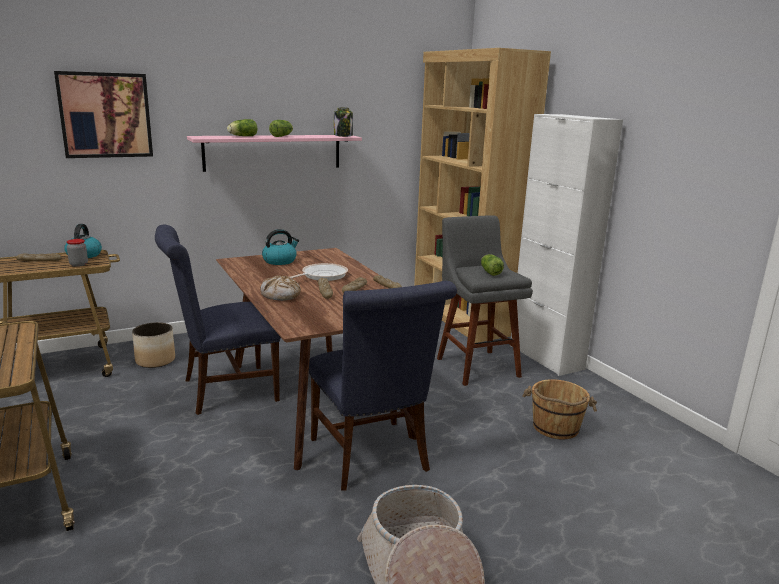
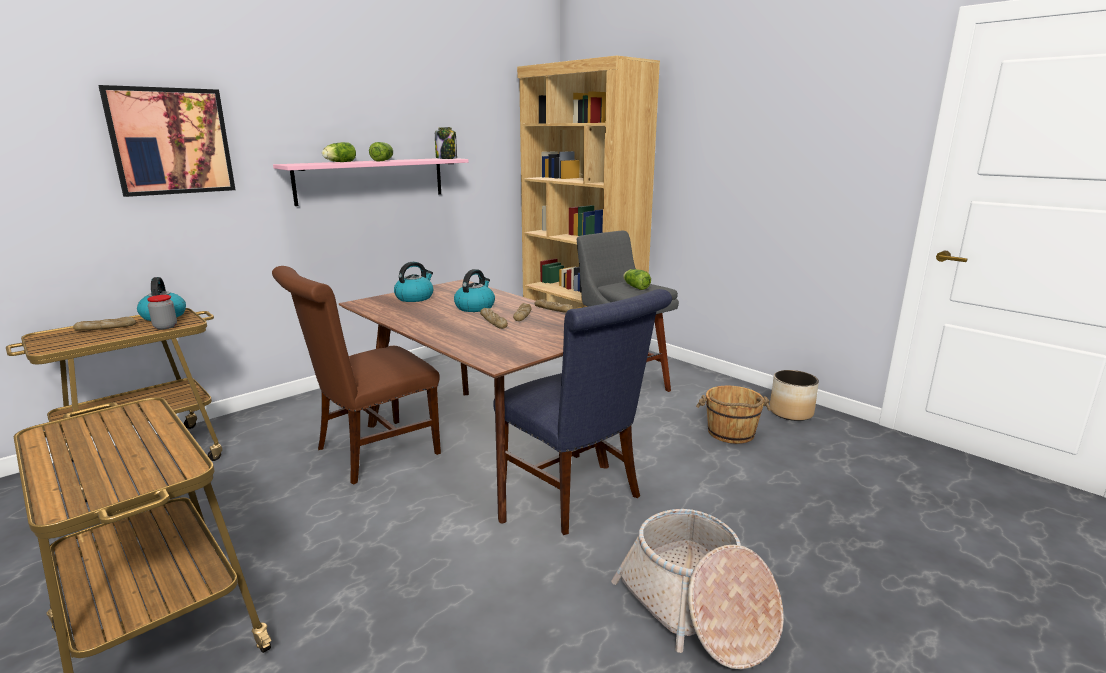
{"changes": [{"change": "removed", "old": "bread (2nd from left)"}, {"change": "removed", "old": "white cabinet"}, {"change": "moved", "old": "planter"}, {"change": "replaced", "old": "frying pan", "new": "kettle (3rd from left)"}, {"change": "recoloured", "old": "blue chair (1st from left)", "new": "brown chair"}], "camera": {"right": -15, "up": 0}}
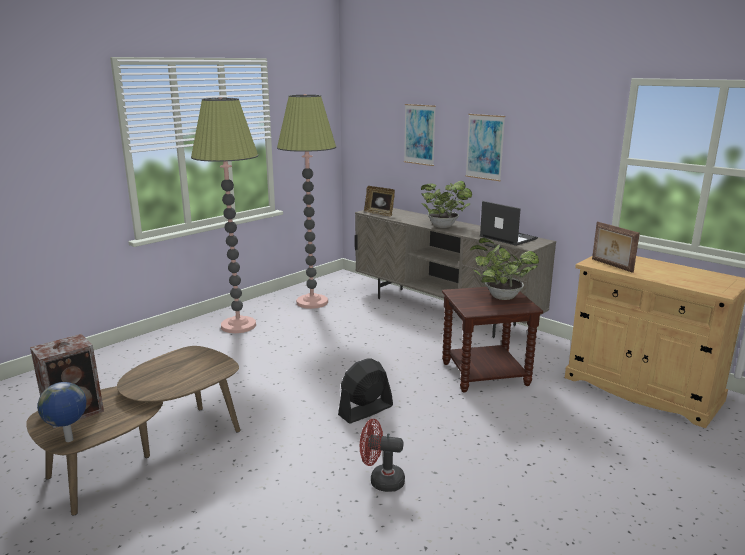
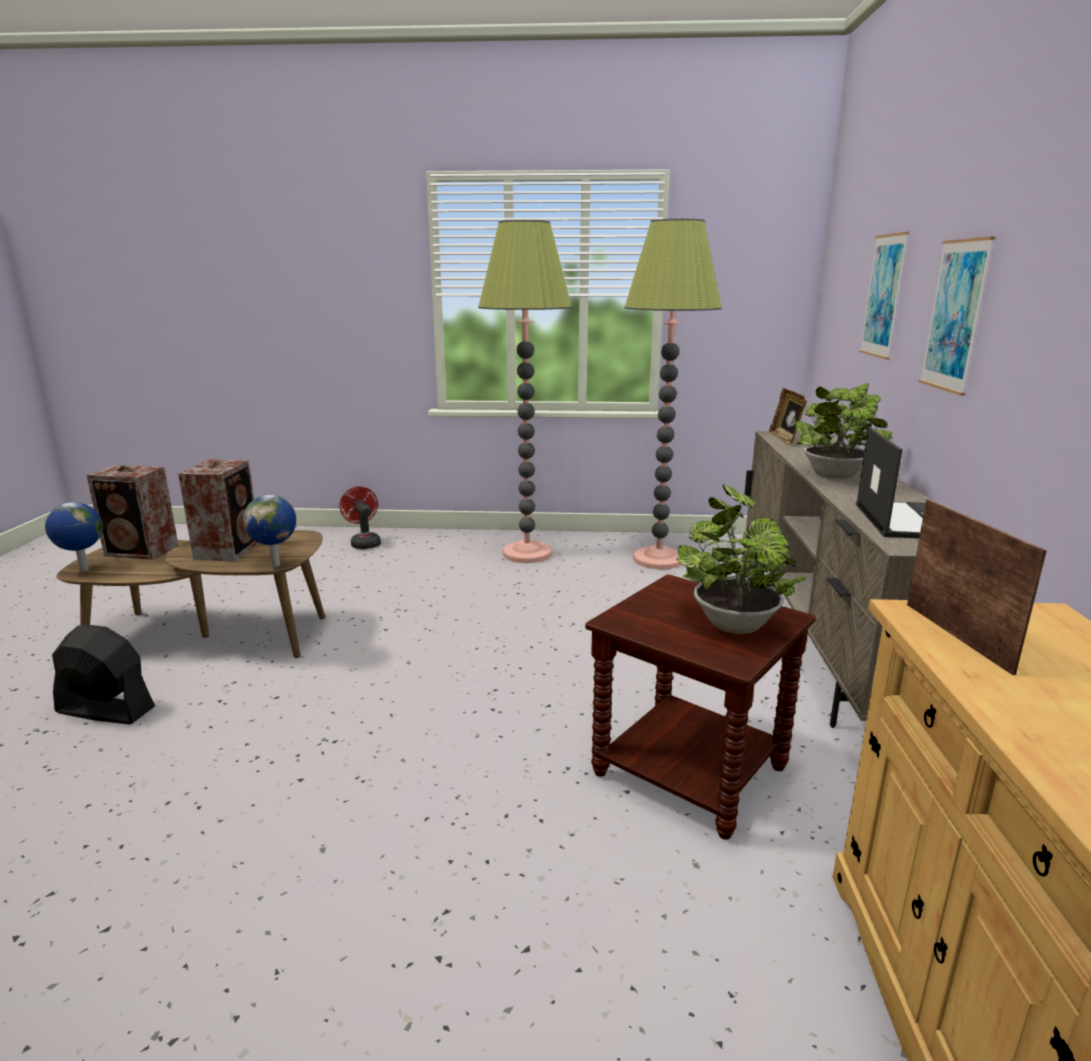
{"changes": [{"change": "added", "new": "speaker (2nd from left)"}, {"change": "added", "new": "globe (2nd from left)"}, {"change": "moved", "old": "black fan"}, {"change": "moved", "old": "red fan"}, {"change": "turned", "old": "picture frame (2nd from left)", "degrees": 150}], "camera": {"right": 50, "up": 0}}
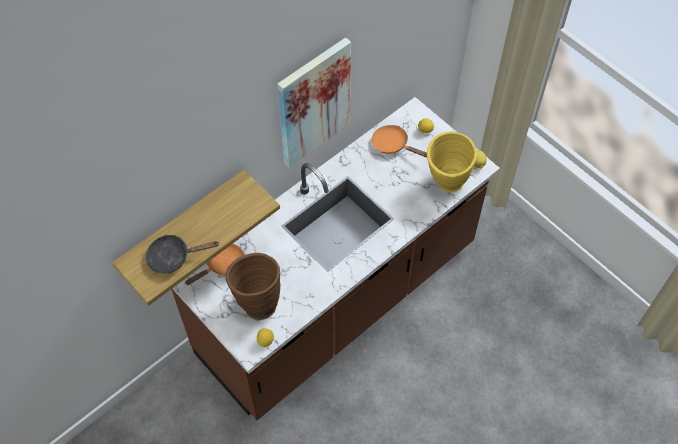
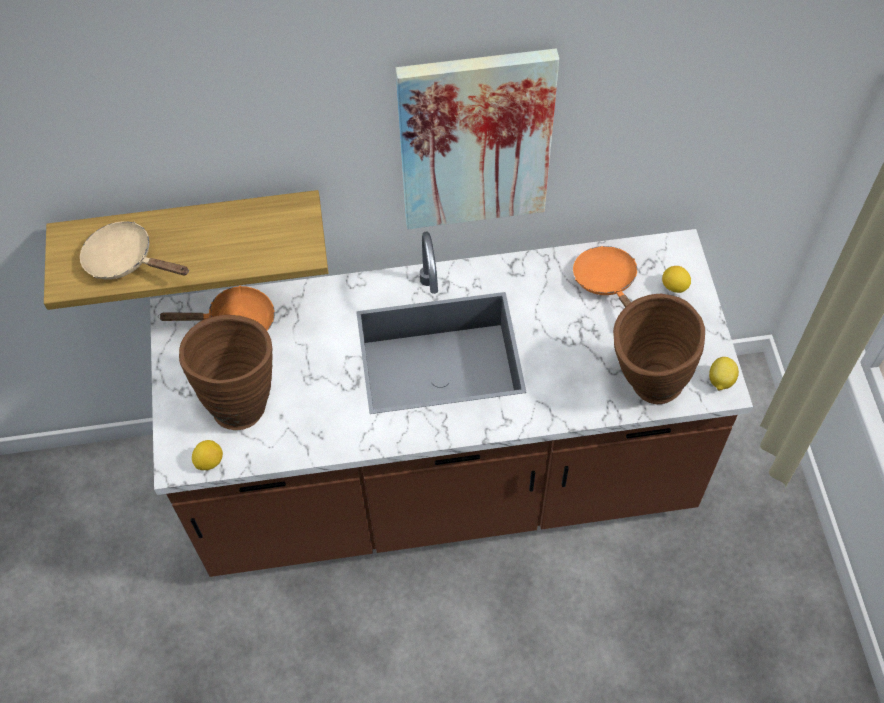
{"changes": [{"change": "recoloured", "old": "black frying pan", "new": "beige frying pan"}, {"change": "recoloured", "old": "yellow vase", "new": "brown vase (2nd from left)"}], "camera": {"right": 35, "up": 0}}
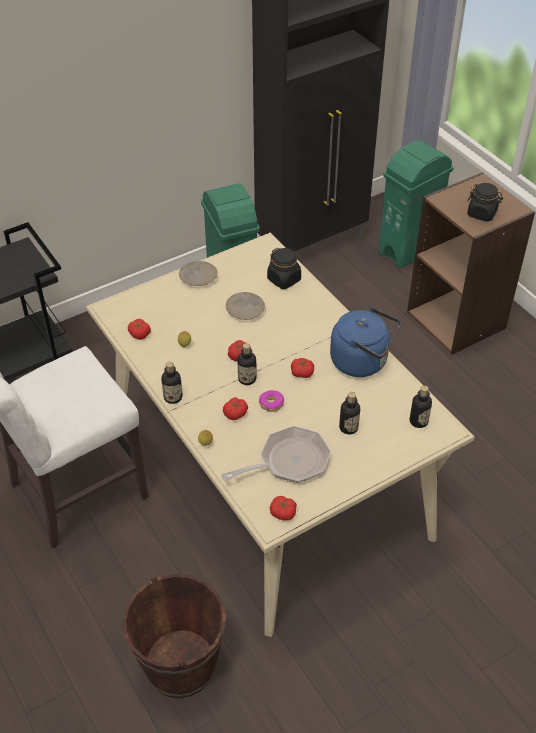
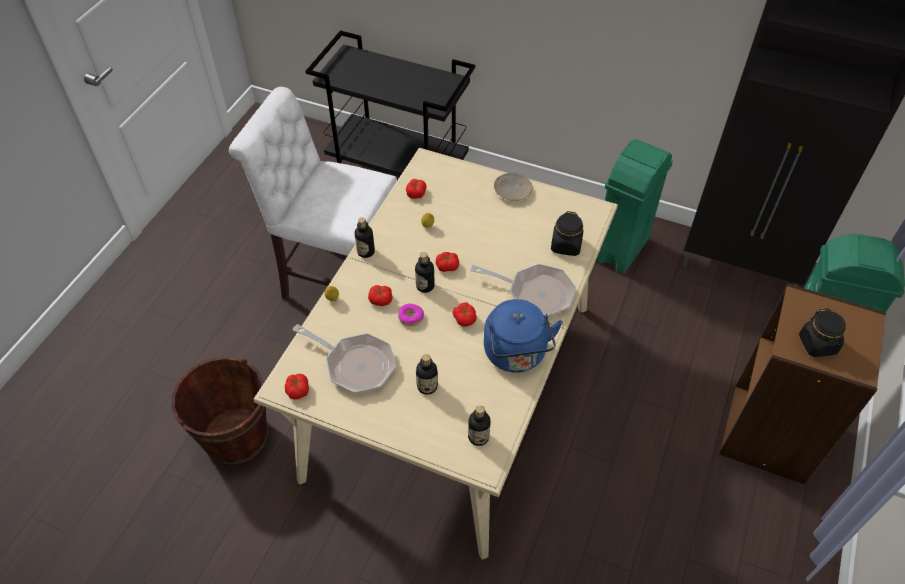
{"changes": [{"change": "removed", "old": "beige plate (2nd from left)"}, {"change": "added", "new": "frying pan (2nd from left)"}], "camera": {"right": 55, "up": 5}}
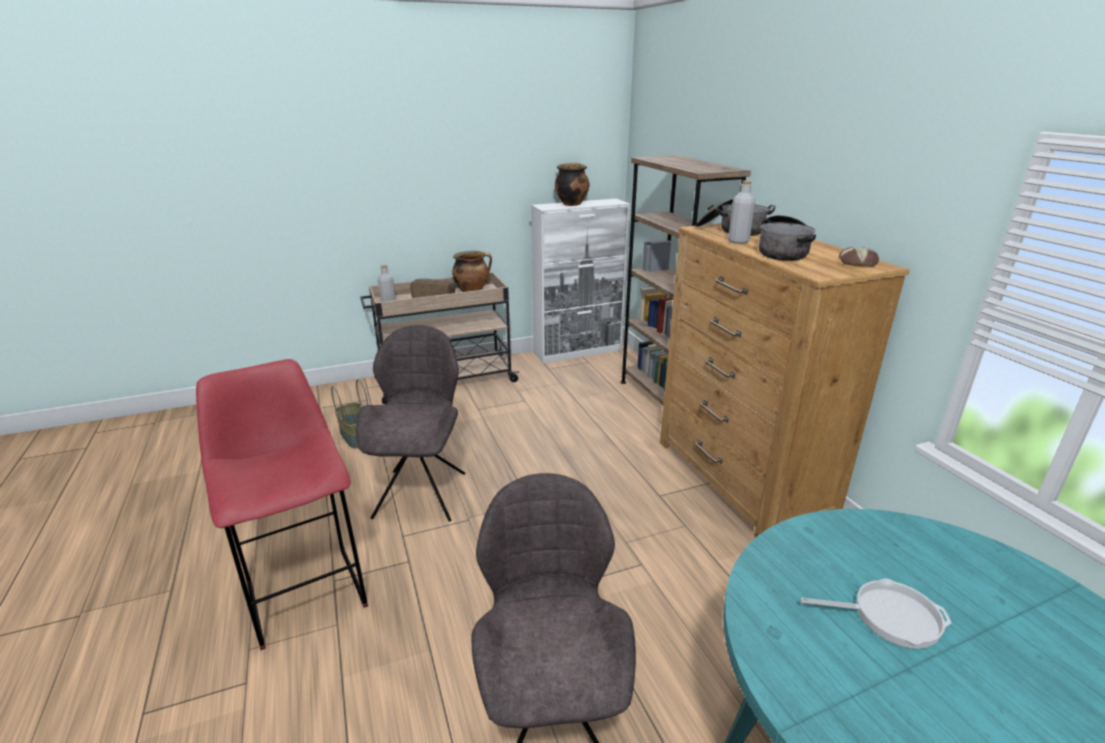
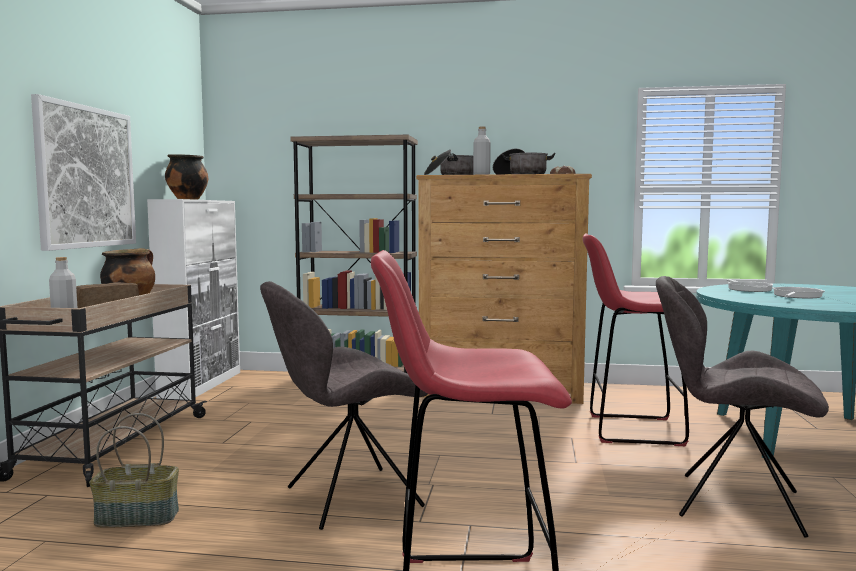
{"changes": [{"change": "added", "new": "picture"}, {"change": "added", "new": "red stool (2nd from left)"}, {"change": "added", "new": "frying pan (1st from left)"}, {"change": "turned", "old": "grey chair (1st from left)", "degrees": -60}], "camera": {"right": -60, "up": -20}}
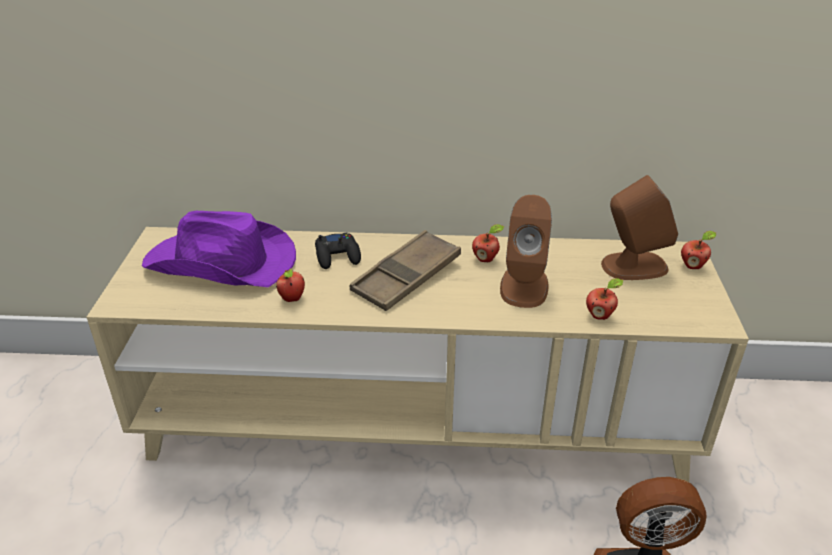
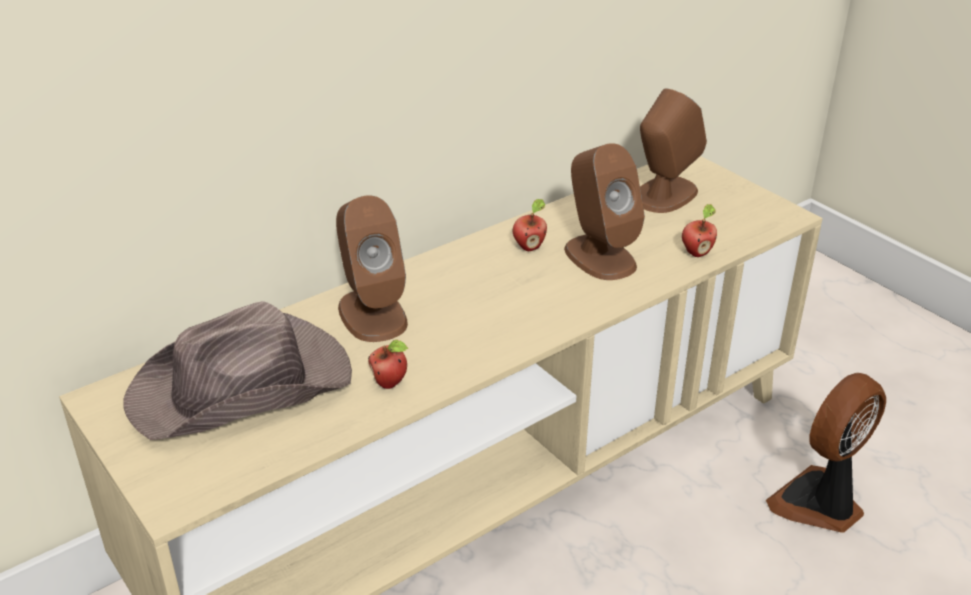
{"changes": [{"change": "removed", "old": "brown tray"}, {"change": "removed", "old": "apple (4th from left)"}, {"change": "replaced", "old": "black game controller", "new": "brown speaker (1st from left)"}, {"change": "recoloured", "old": "purple hat", "new": "brown hat"}], "camera": {"right": -40, "up": 0}}
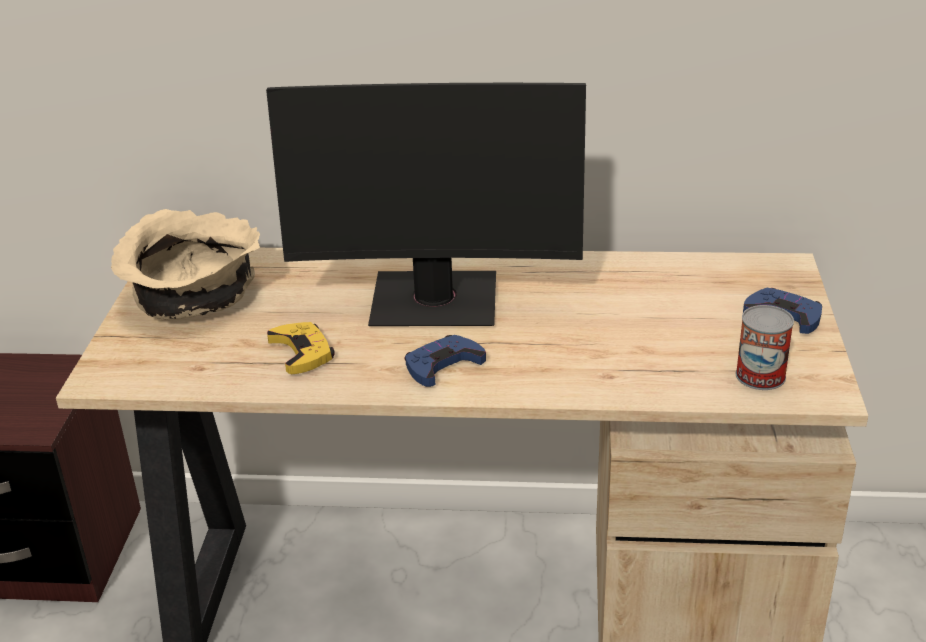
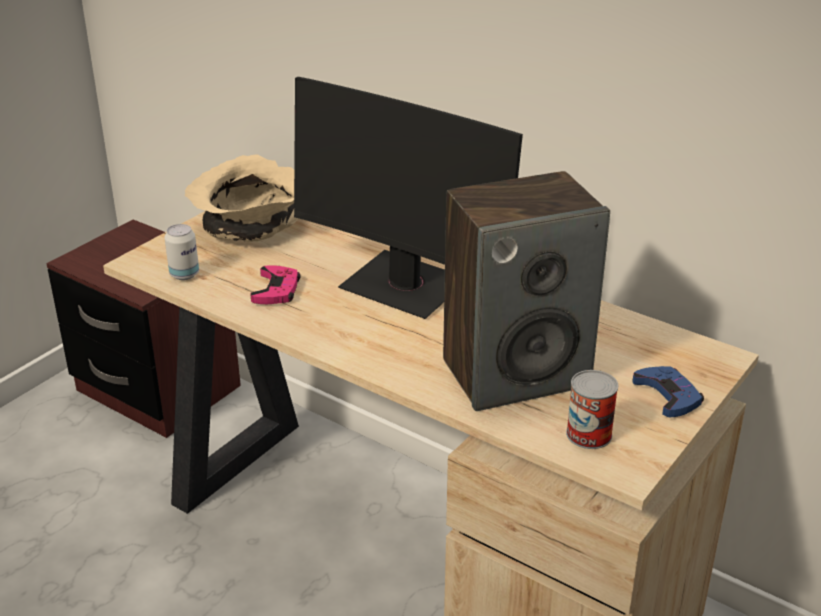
{"changes": [{"change": "removed", "old": "blue game controller (1st from left)"}, {"change": "added", "new": "can (1st from left)"}, {"change": "added", "new": "speaker"}, {"change": "recoloured", "old": "yellow game controller", "new": "pink game controller"}], "camera": {"right": 30, "up": 0}}
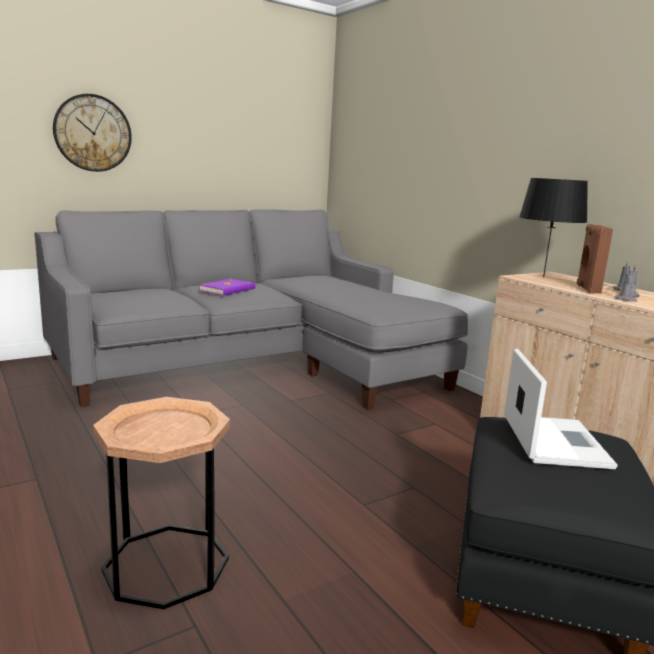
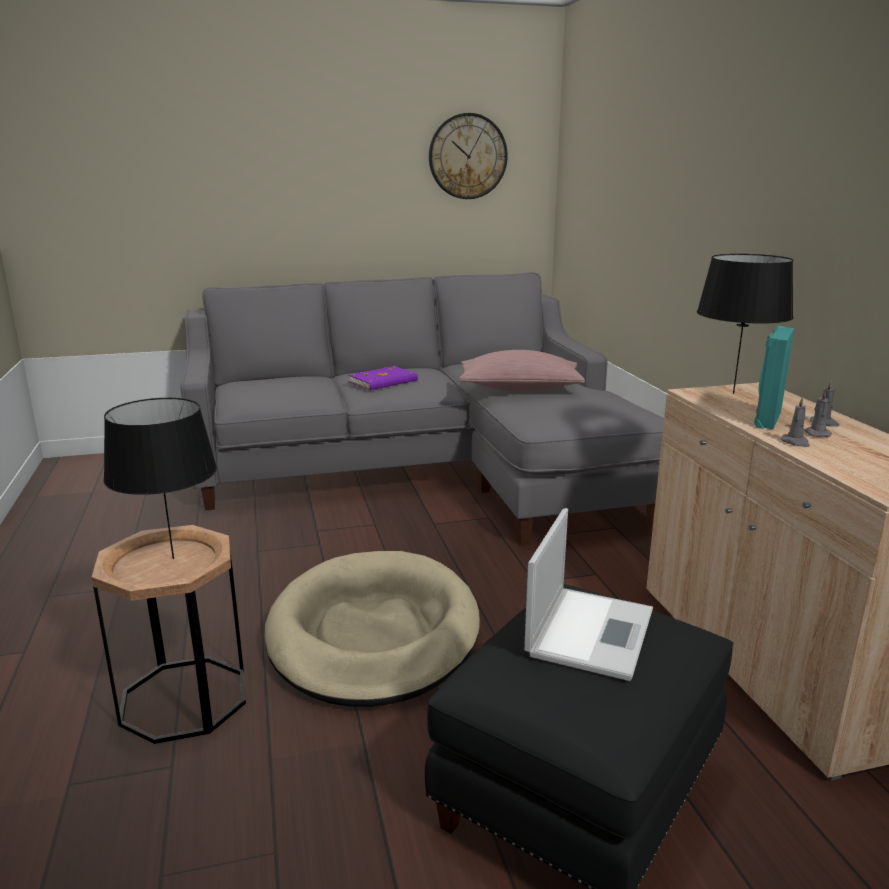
{"changes": [{"change": "added", "new": "black table lamp (1st from left)"}, {"change": "added", "new": "beige dog bed"}, {"change": "added", "new": "pink pillow"}, {"change": "moved", "old": "wall clock"}, {"change": "recoloured", "old": "brown speaker", "new": "turquoise speaker"}], "camera": {"right": 20, "up": 5}}
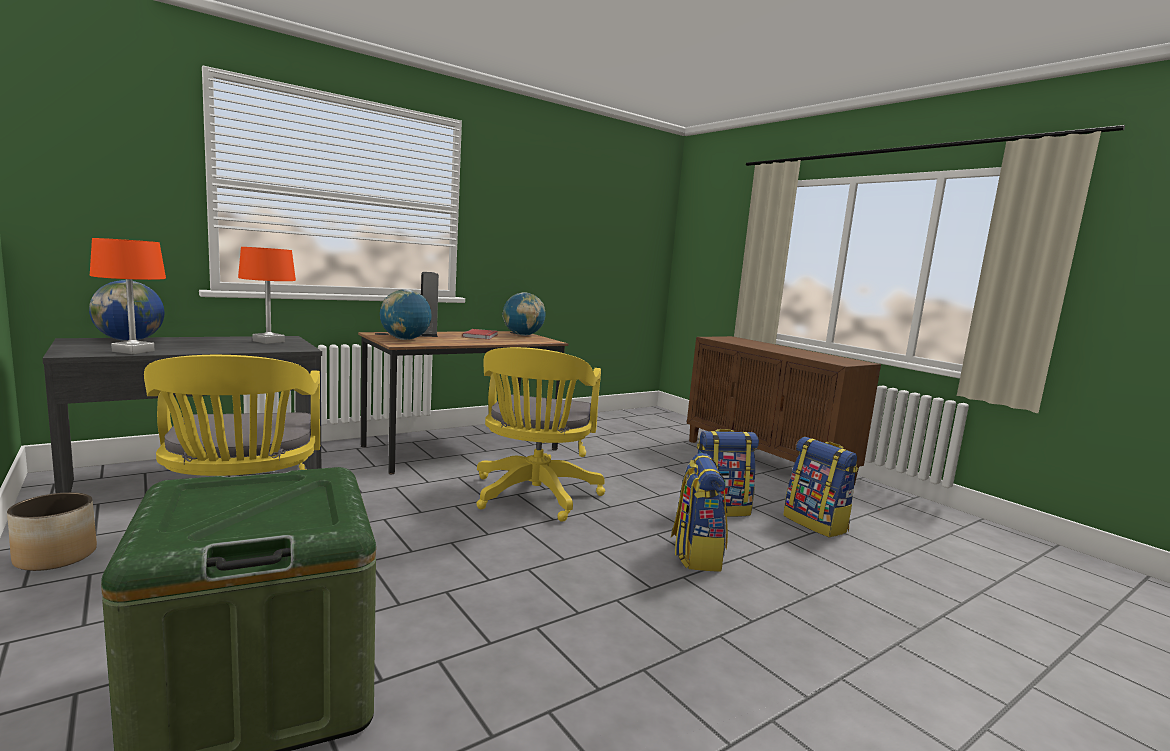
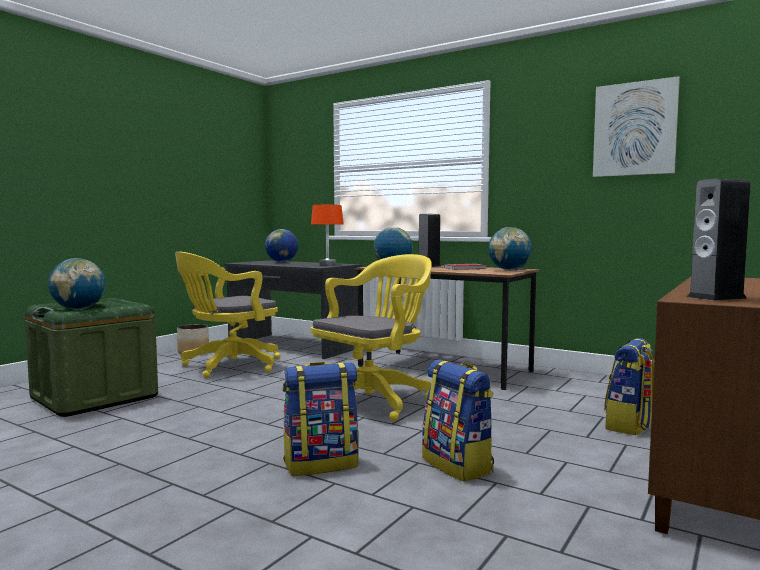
{"changes": [{"change": "removed", "old": "orange table lamp (1st from left)"}, {"change": "added", "new": "globe (1st from left)"}, {"change": "added", "new": "picture"}, {"change": "added", "new": "speaker (2nd from left)"}, {"change": "moved", "old": "backpack (3rd from left)"}, {"change": "turned", "old": "yellow office chair (2nd from left)", "degrees": 150}], "camera": {"right": 70, "up": -5}}
